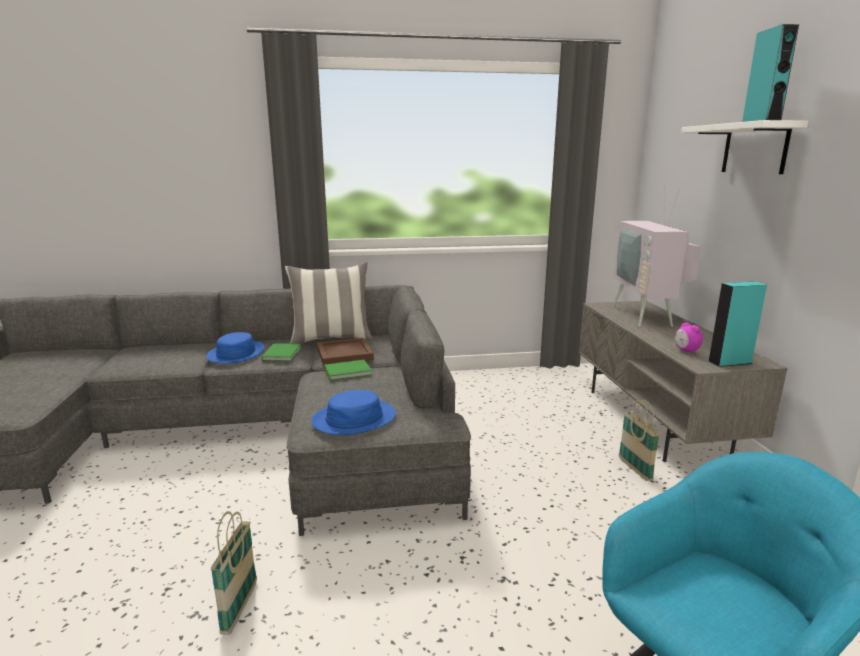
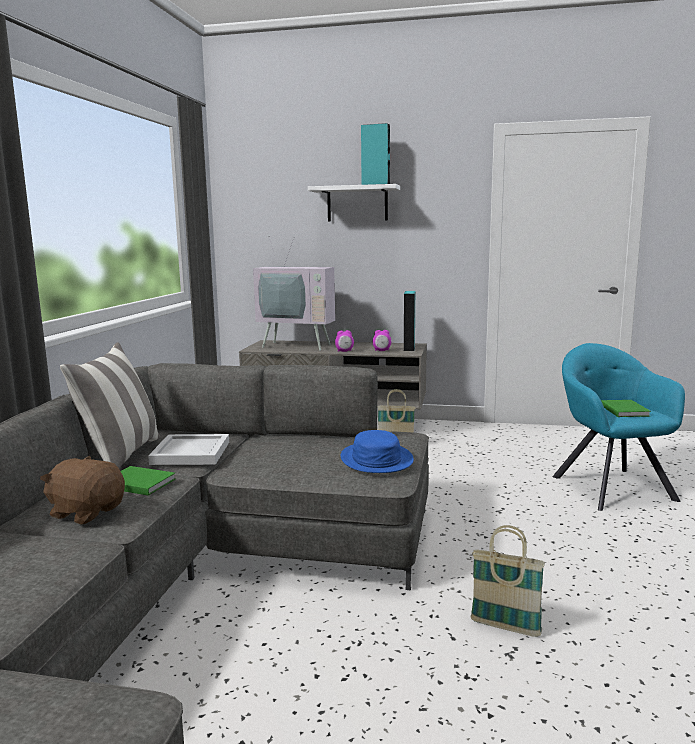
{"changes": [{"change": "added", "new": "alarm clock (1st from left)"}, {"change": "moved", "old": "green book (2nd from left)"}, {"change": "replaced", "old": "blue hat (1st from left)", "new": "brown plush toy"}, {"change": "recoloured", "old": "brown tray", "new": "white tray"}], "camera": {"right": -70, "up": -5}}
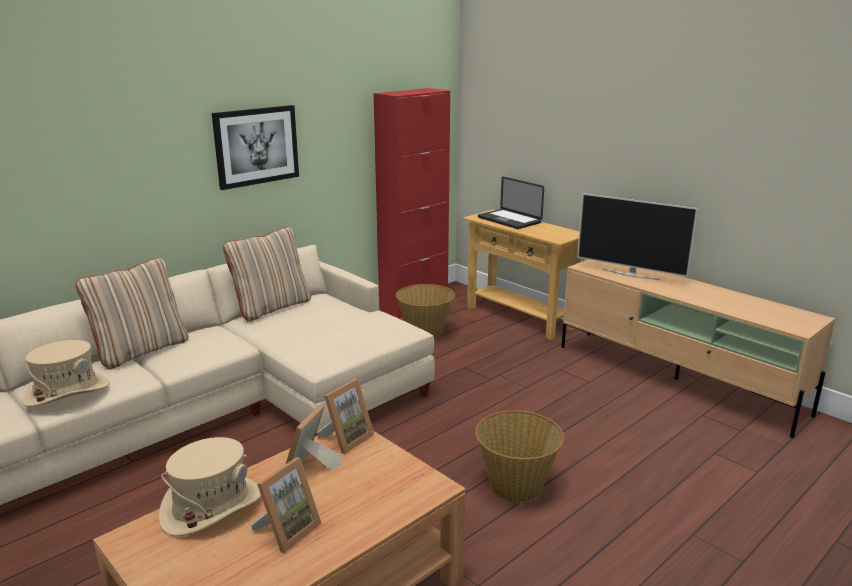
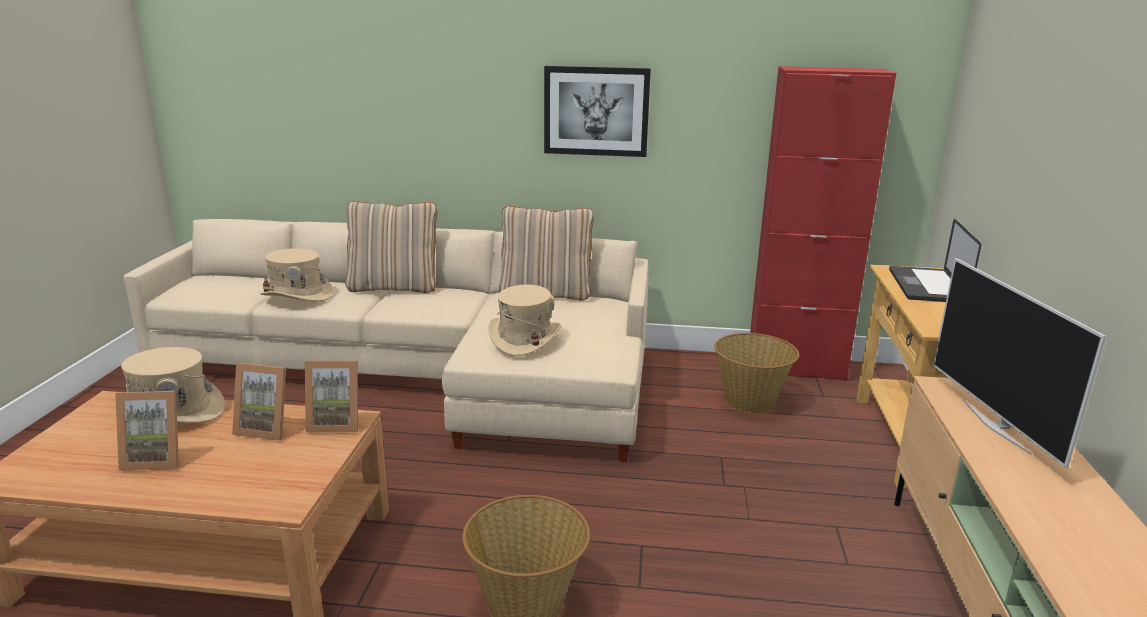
{"changes": [{"change": "added", "new": "beige hat (3rd from left)"}, {"change": "turned", "old": "picture frame (2nd from left)", "degrees": -150}], "camera": {"right": 50, "up": 0}}
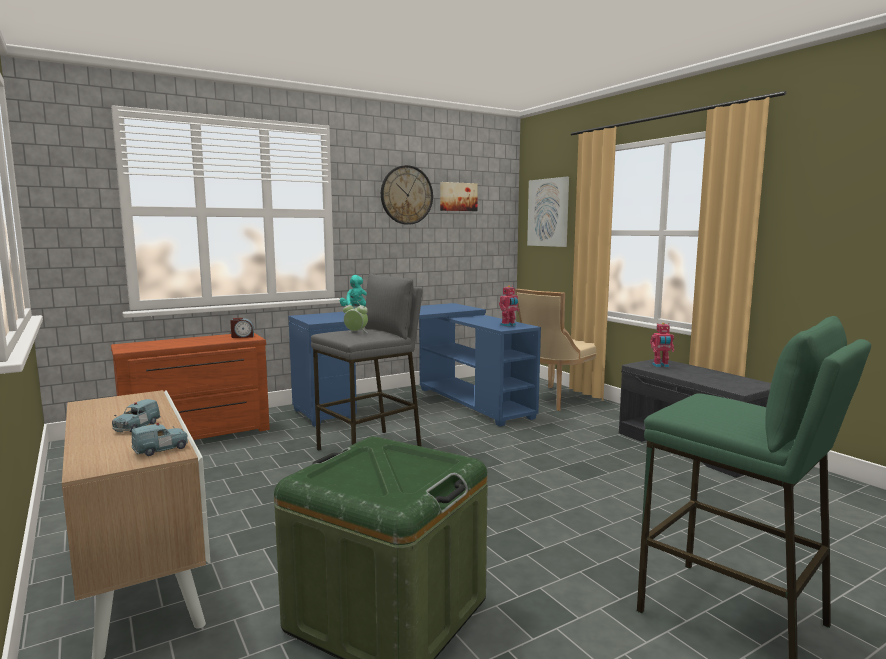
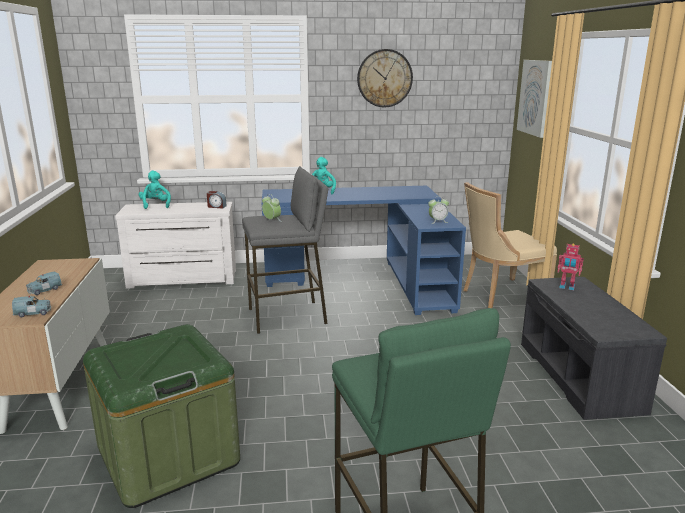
{"changes": [{"change": "removed", "old": "picture (1st from left)"}, {"change": "added", "new": "turquoise plush toy (1st from left)"}, {"change": "replaced", "old": "toy robot (1st from left)", "new": "alarm clock (3rd from left)"}, {"change": "recoloured", "old": "brown dresser", "new": "white dresser"}], "camera": {"right": 25, "up": 10}}
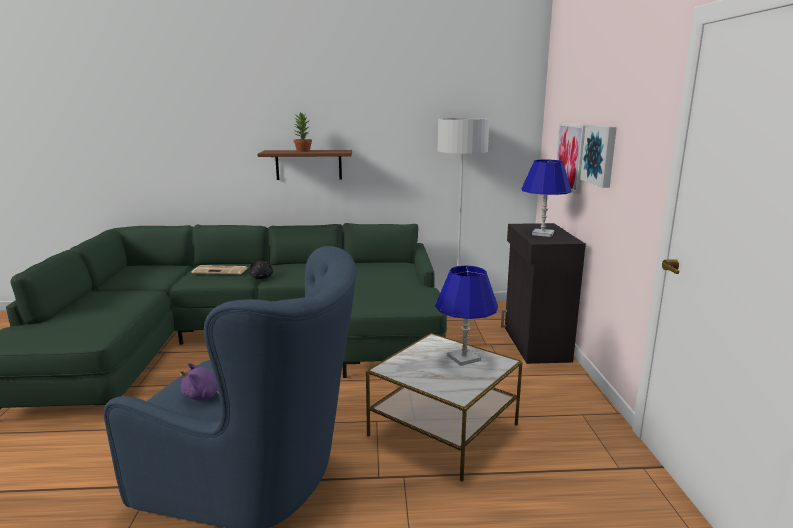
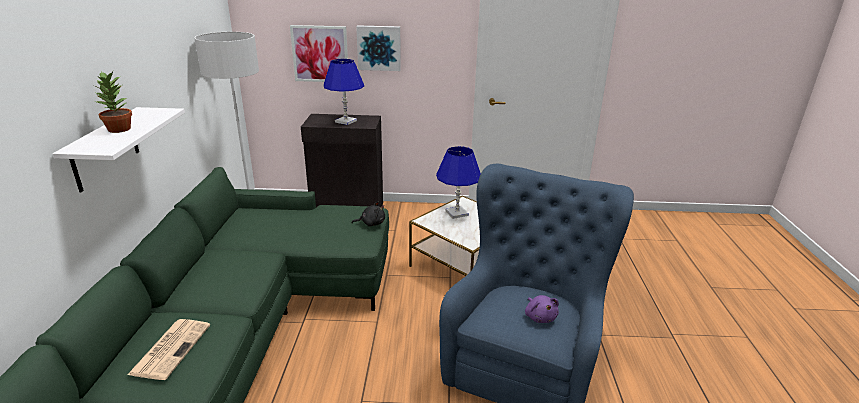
{"changes": [{"change": "moved", "old": "black plush toy"}, {"change": "recoloured", "old": "brown shelf", "new": "white shelf"}], "camera": {"right": -85, "up": 10}}
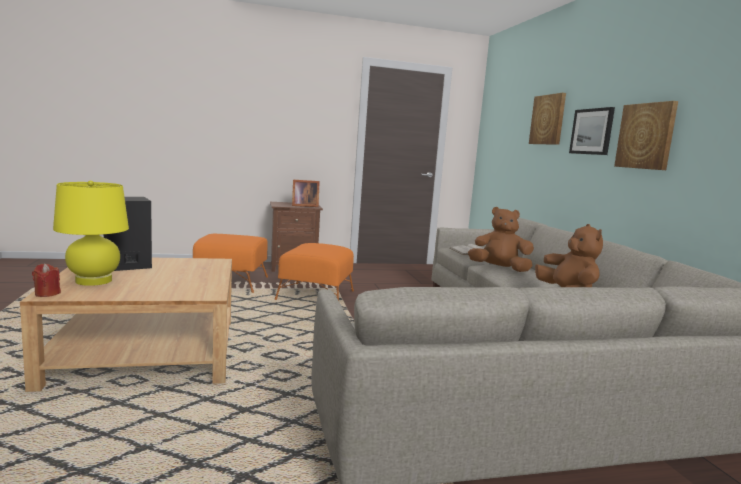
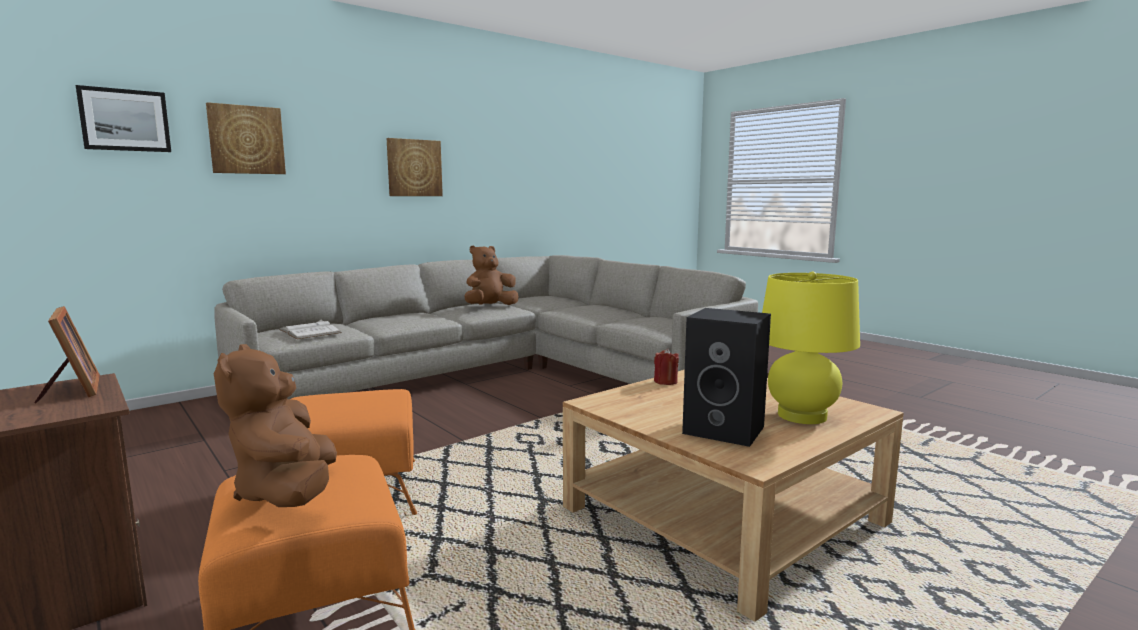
{"changes": [{"change": "moved", "old": "red candle"}, {"change": "moved", "old": "brown plush toy (1st from left)"}, {"change": "moved", "old": "picture (2nd from left in the first image)", "new": "picture (1st from left)"}], "camera": {"right": -115, "up": 0}}
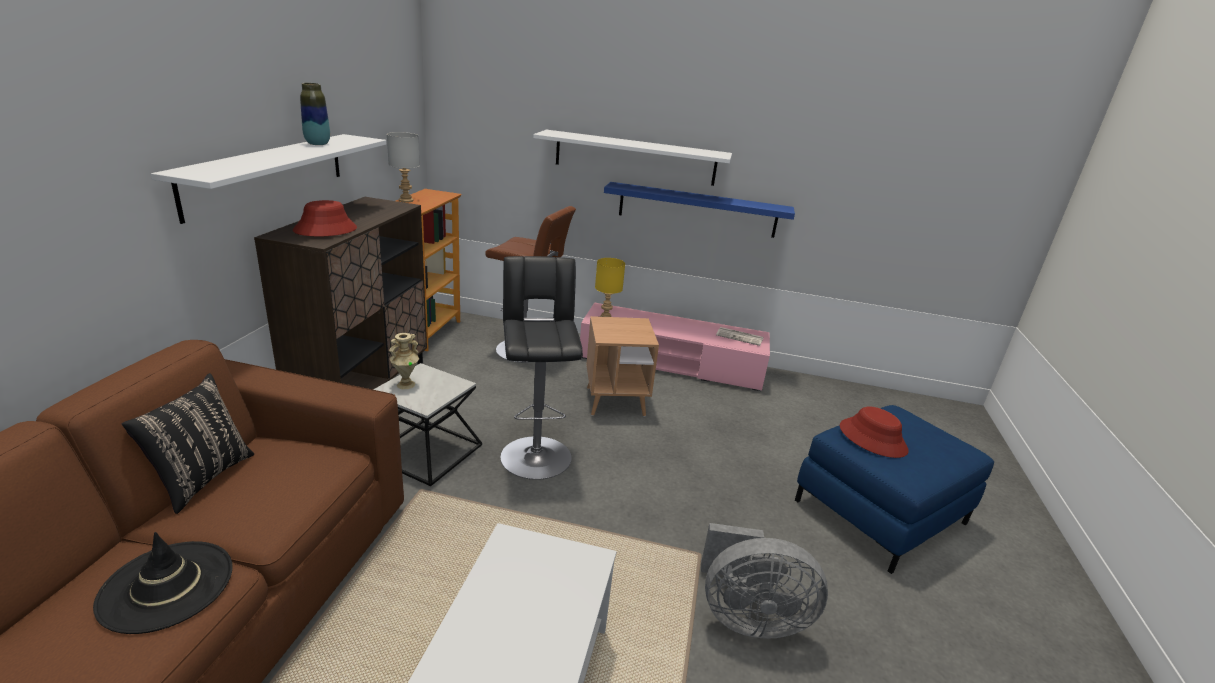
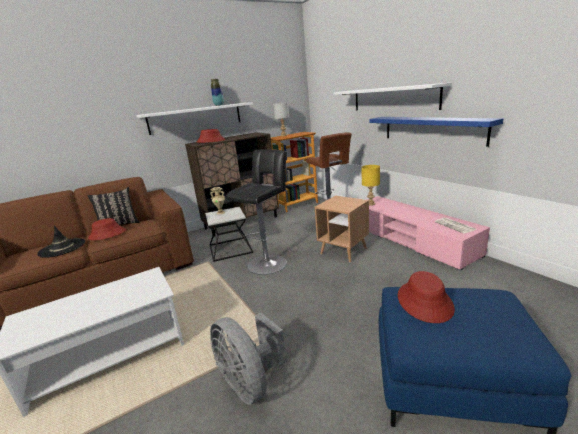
{"changes": [{"change": "added", "new": "red hat (1st from left)"}], "camera": {"right": 50, "up": -5}}
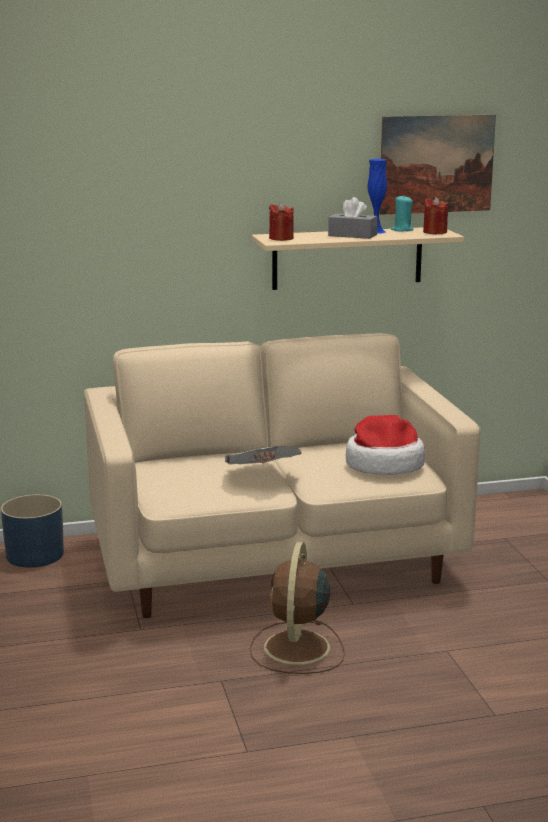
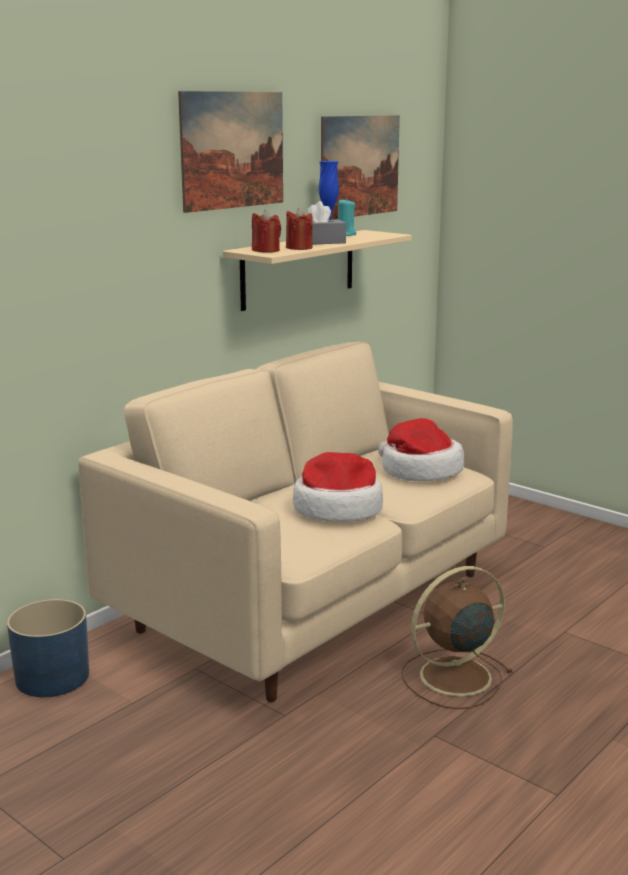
{"changes": [{"change": "added", "new": "picture (1st from left)"}, {"change": "moved", "old": "red candle (2nd from left)"}, {"change": "replaced", "old": "newspaper", "new": "hat (1st from left)"}, {"change": "turned", "old": "brown fan", "degrees": 90}], "camera": {"right": -35, "up": 0}}
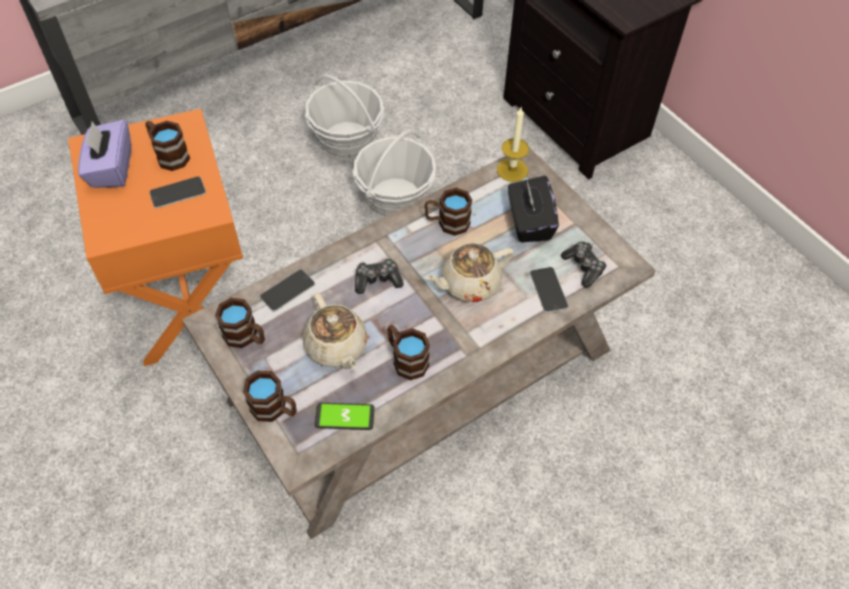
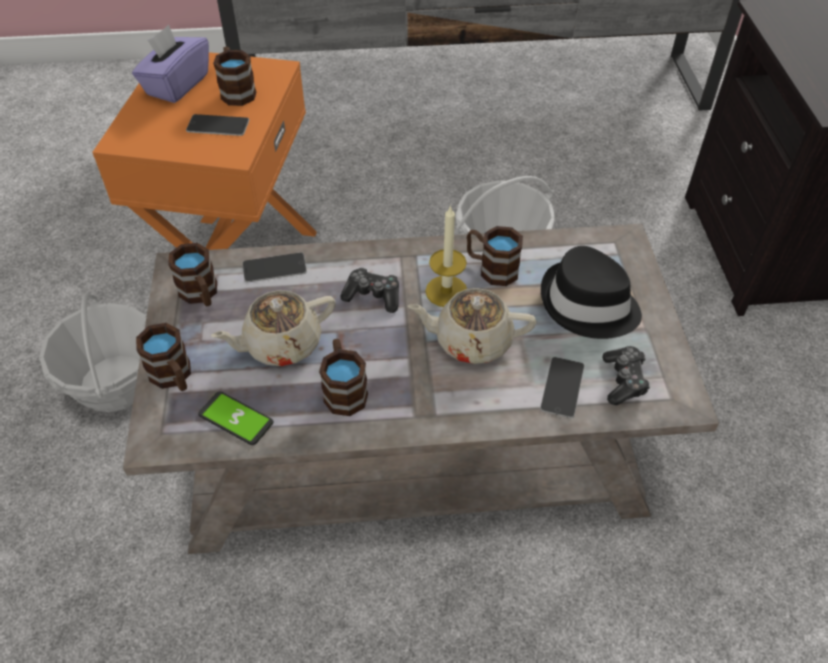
{"changes": [{"change": "moved", "old": "basket (1st from left)"}, {"change": "moved", "old": "candle"}, {"change": "replaced", "old": "black tissue box", "new": "black hat"}, {"change": "turned", "old": "beige teapot (1st from left)", "degrees": 60}], "camera": {"right": 30, "up": -5}}
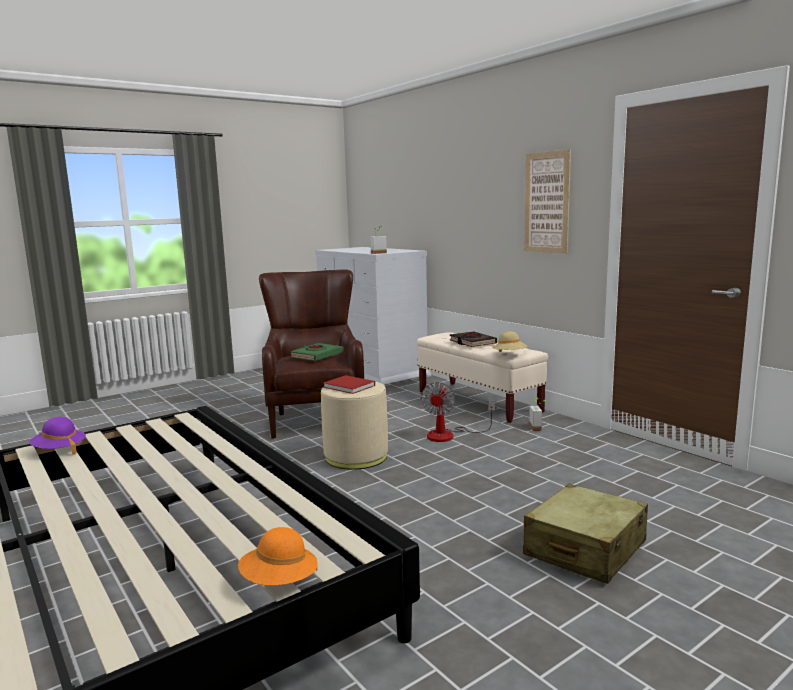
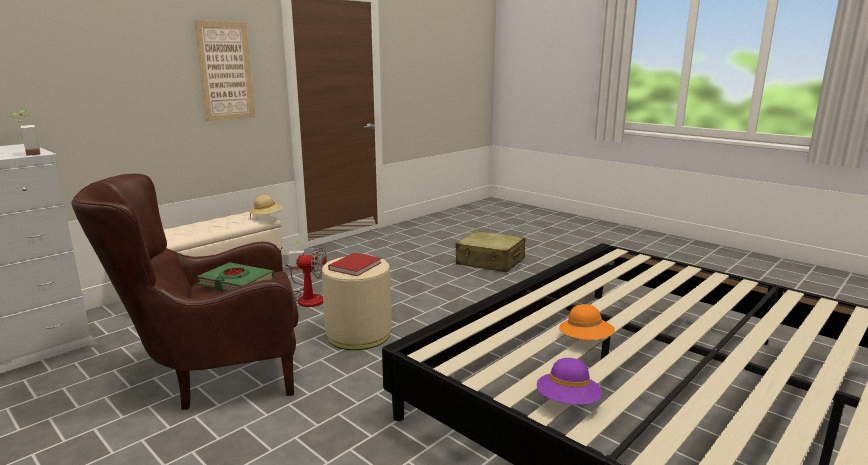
{"changes": [{"change": "removed", "old": "black book"}, {"change": "moved", "old": "orange hat"}], "camera": {"right": -100, "up": 5}}
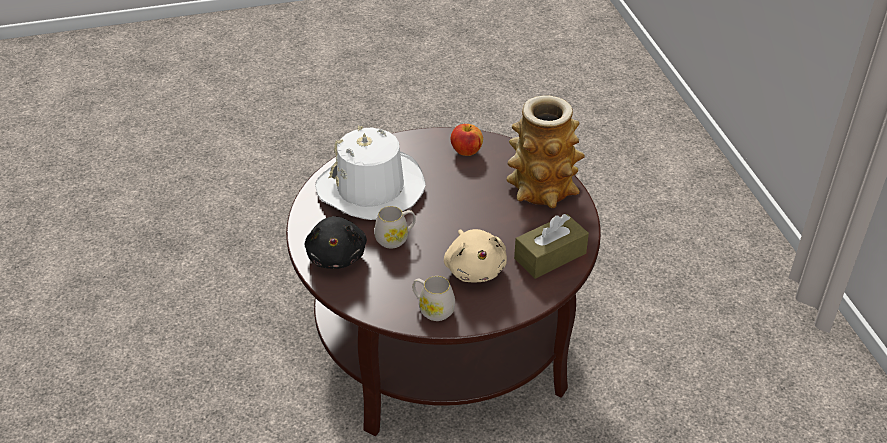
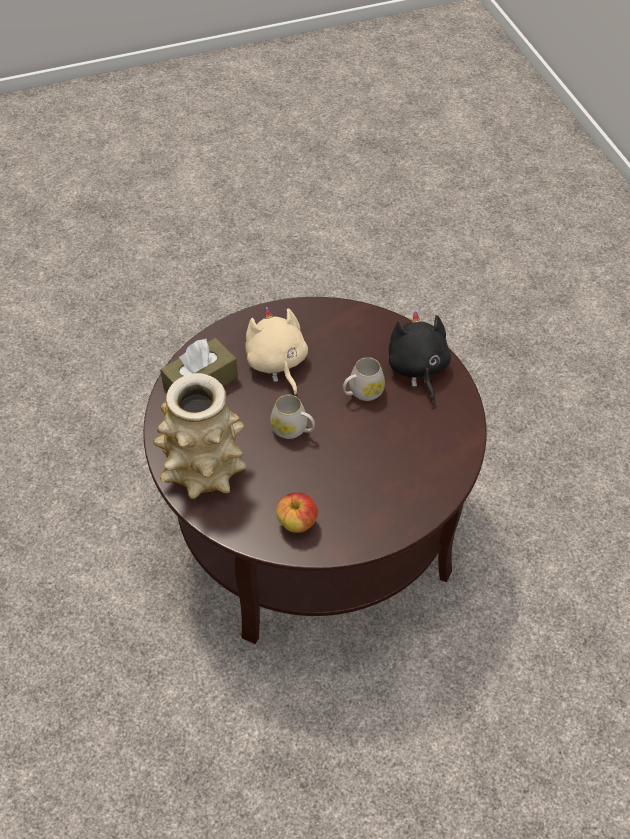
{"changes": [{"change": "removed", "old": "white hat"}, {"change": "moved", "old": "white mug (2nd from left in the first image)", "new": "white mug (1st from left)"}], "camera": {"right": 175, "up": 10}}
